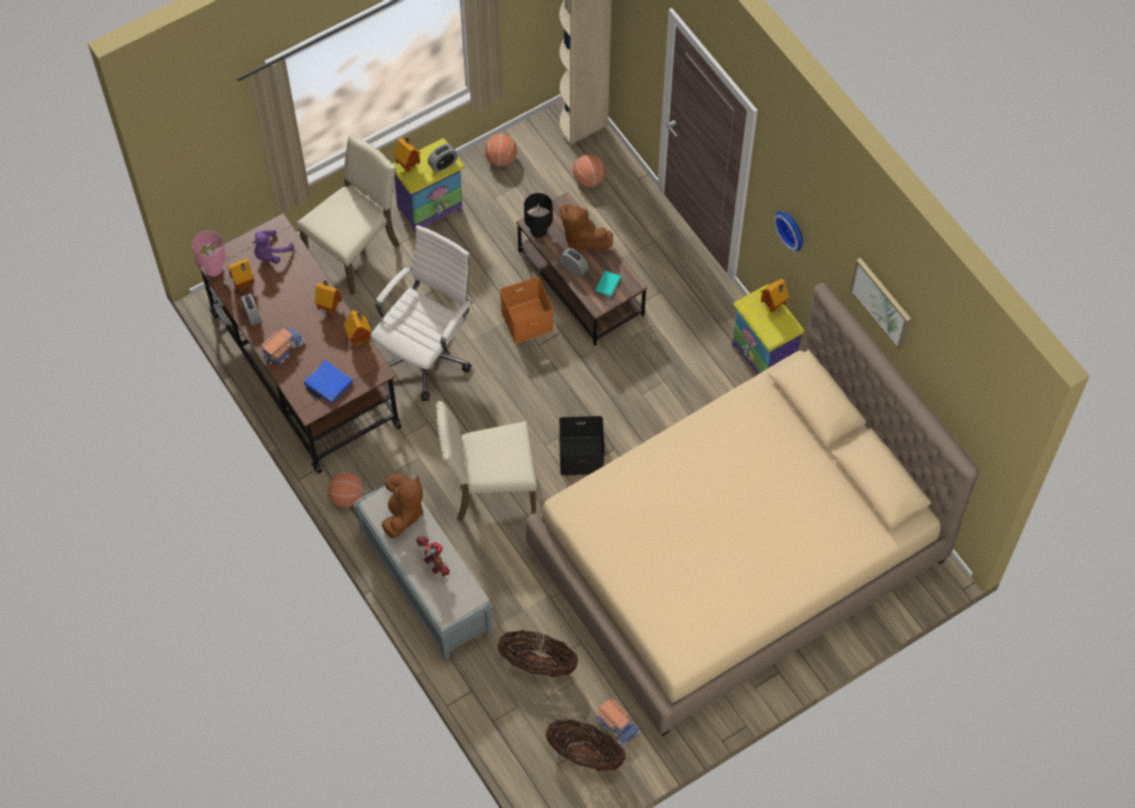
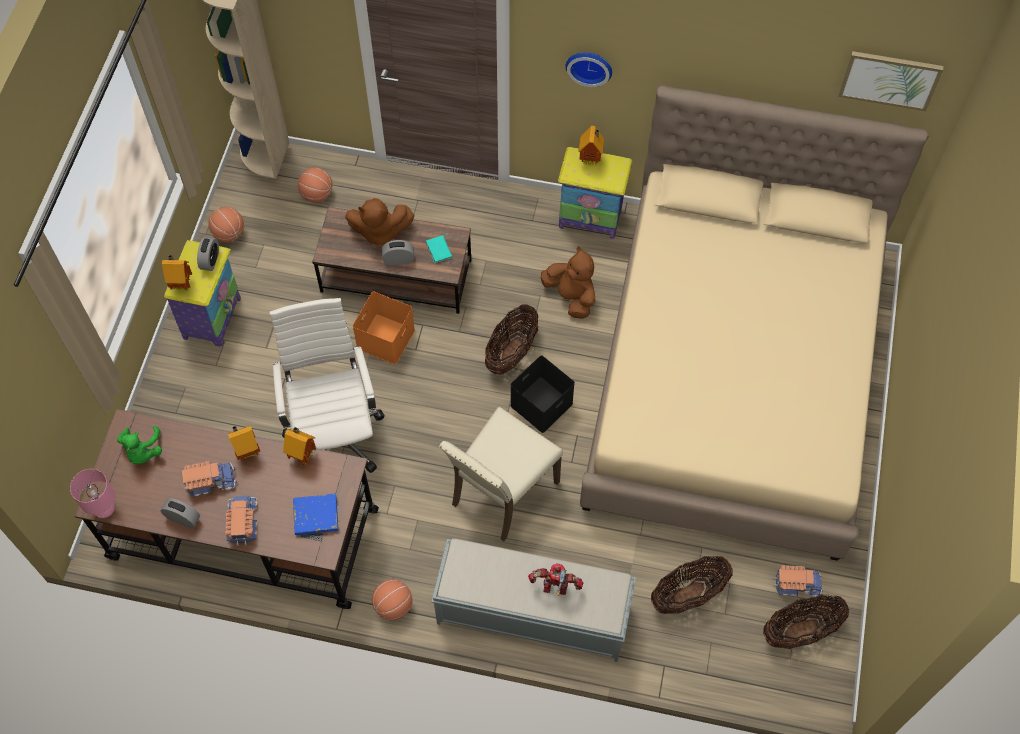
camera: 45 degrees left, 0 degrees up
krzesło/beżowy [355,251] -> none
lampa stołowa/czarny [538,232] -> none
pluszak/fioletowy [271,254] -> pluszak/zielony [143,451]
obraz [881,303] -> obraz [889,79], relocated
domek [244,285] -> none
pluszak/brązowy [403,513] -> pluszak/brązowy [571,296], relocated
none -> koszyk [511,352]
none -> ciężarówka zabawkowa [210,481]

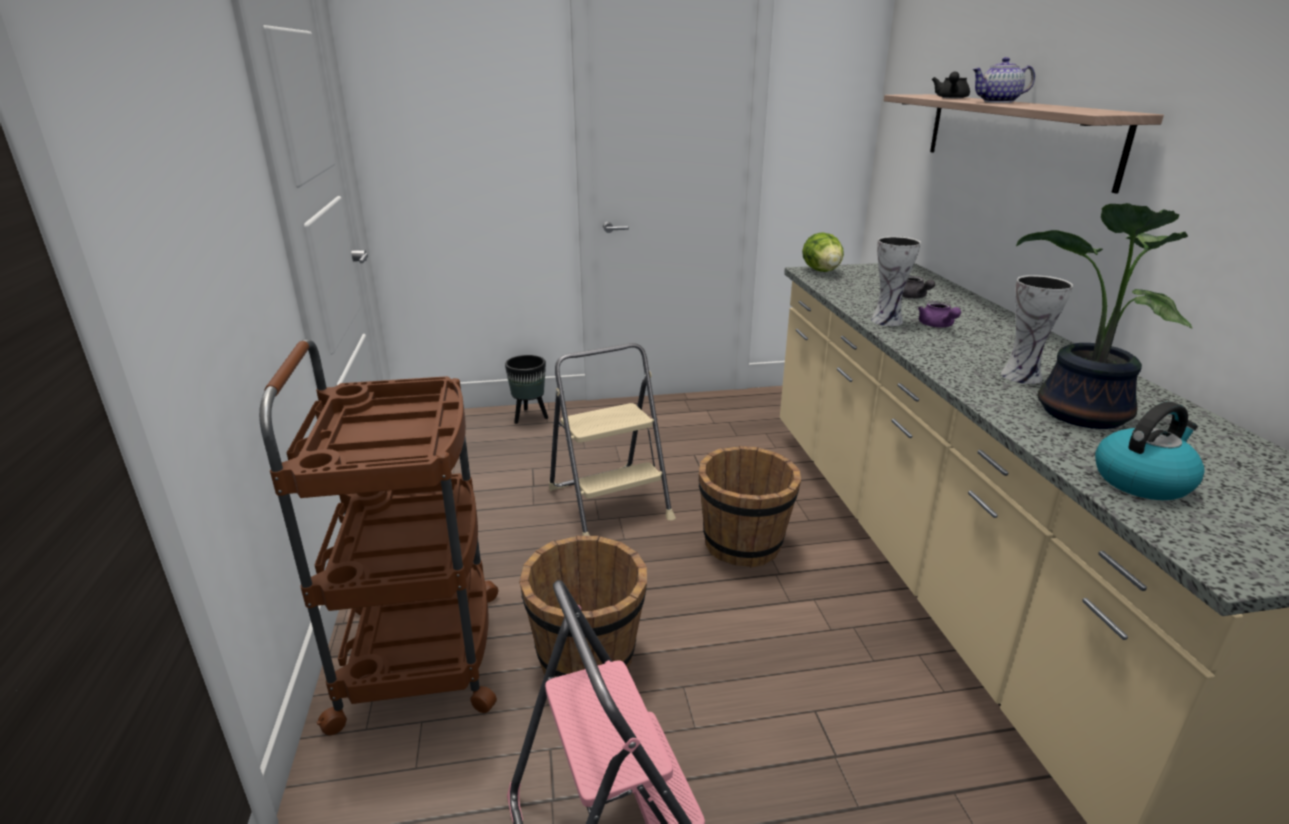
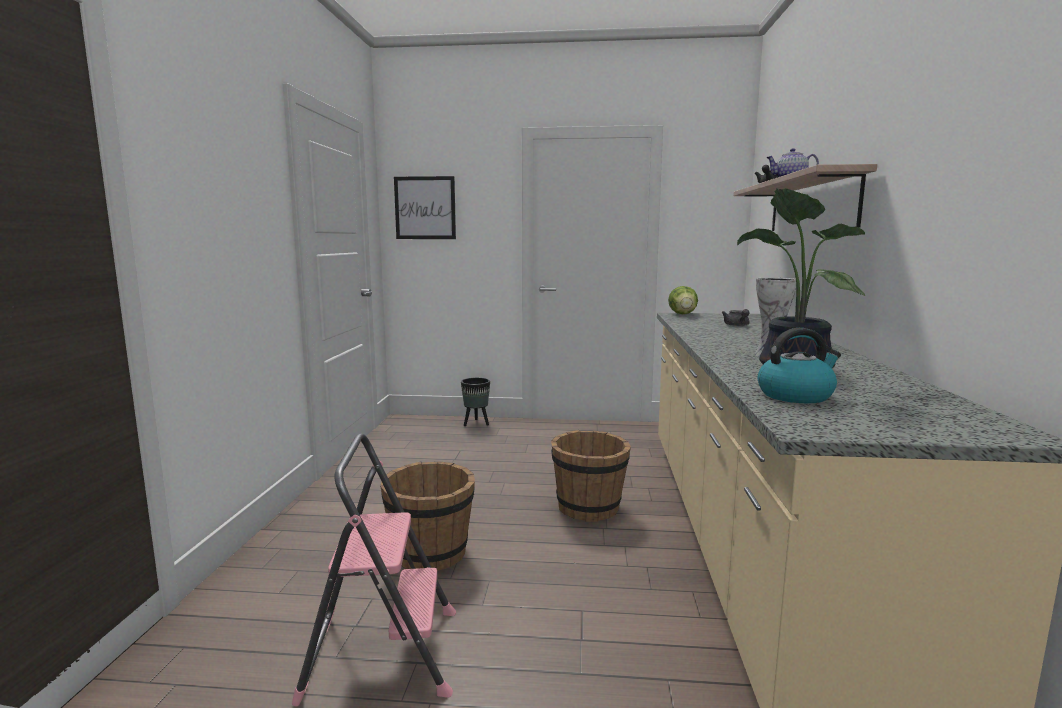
camera: 15 degrees right, 15 degrees down
wazon [888,320] -> none
imbryk/fioletowy [937,326] -> none
wózek/brązowy [421,656] -> none
drabinka/beżowy [608,500] -> none
none -> obraz [425,208]

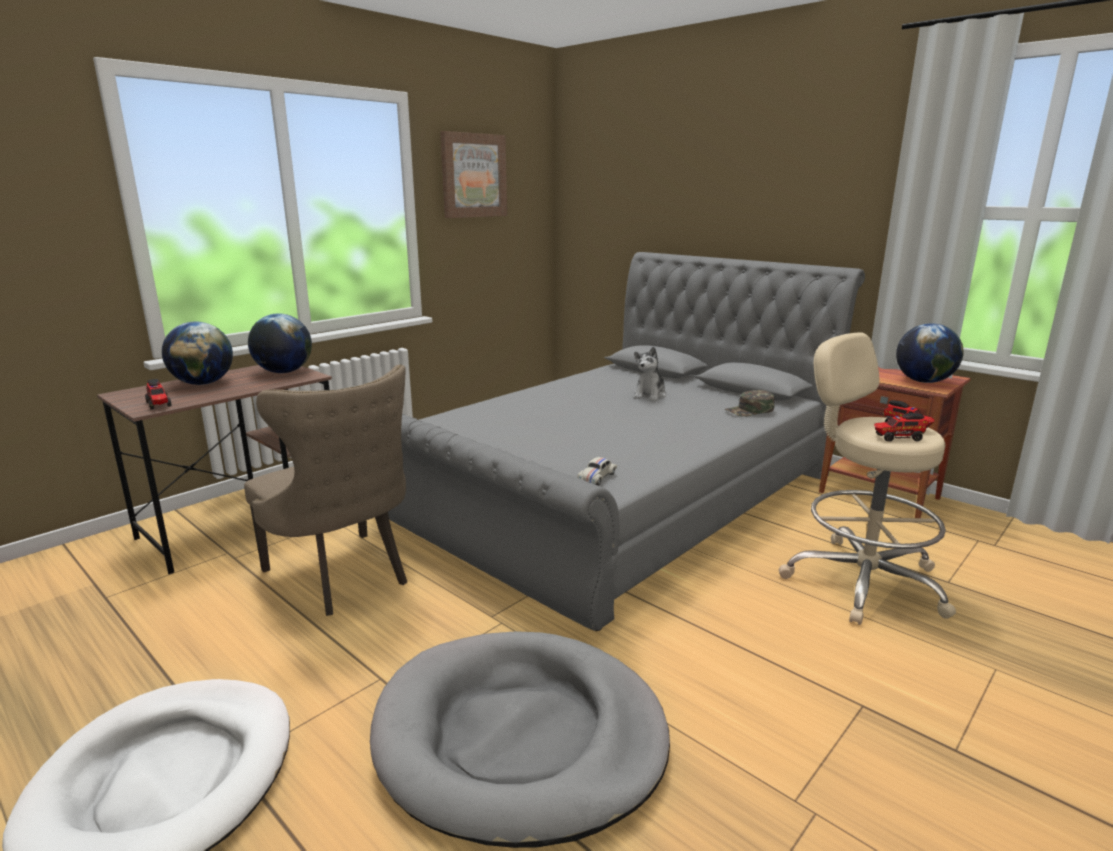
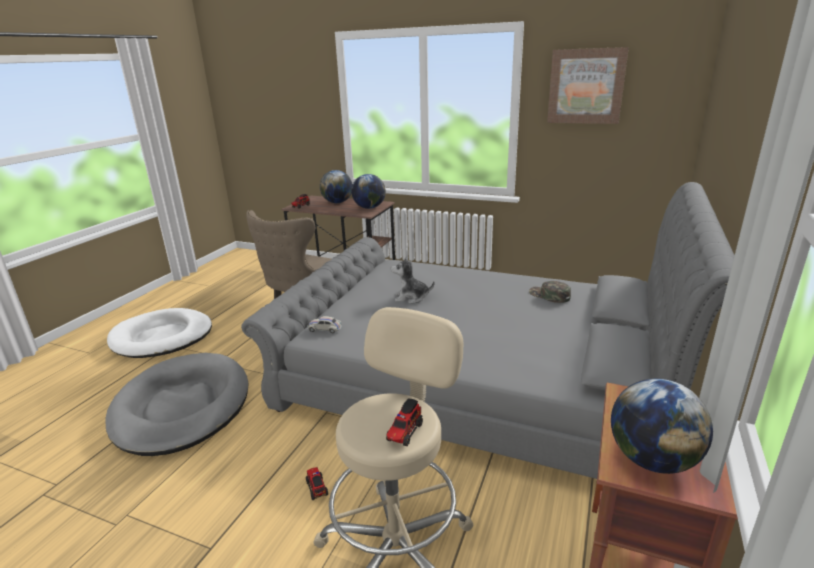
camera: 70 degrees right, 5 degrees up
pluszak [650,395] -> pluszak [411,297], relocated
czapka z daszkiem/zielony [750,410] -> czapka z daszkiem/zielony [549,295], relocated
ciężarówka zabawkowa [897,438] -> ciężarówka zabawkowa [316,488], relocated

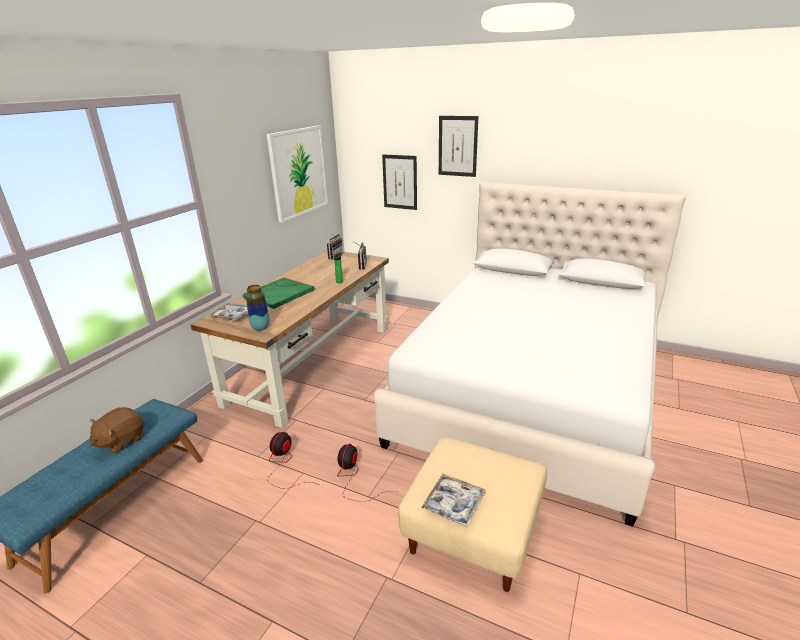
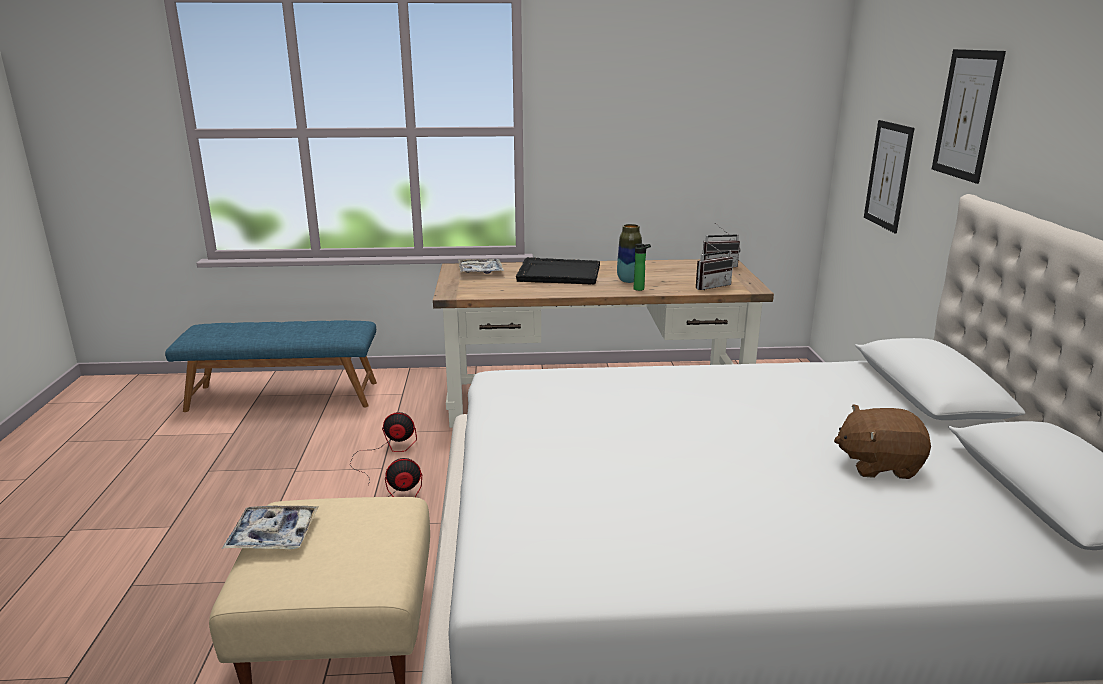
camera: 60 degrees right, 5 degrees down
obraz [298,172] -> none
taca/zielony [278,294] -> taca/czarny [558,273]
wazon [260,328] -> wazon [628,280], relocated
pluszak/brązowy [121,441] -> pluszak/brązowy [878,465], relocated

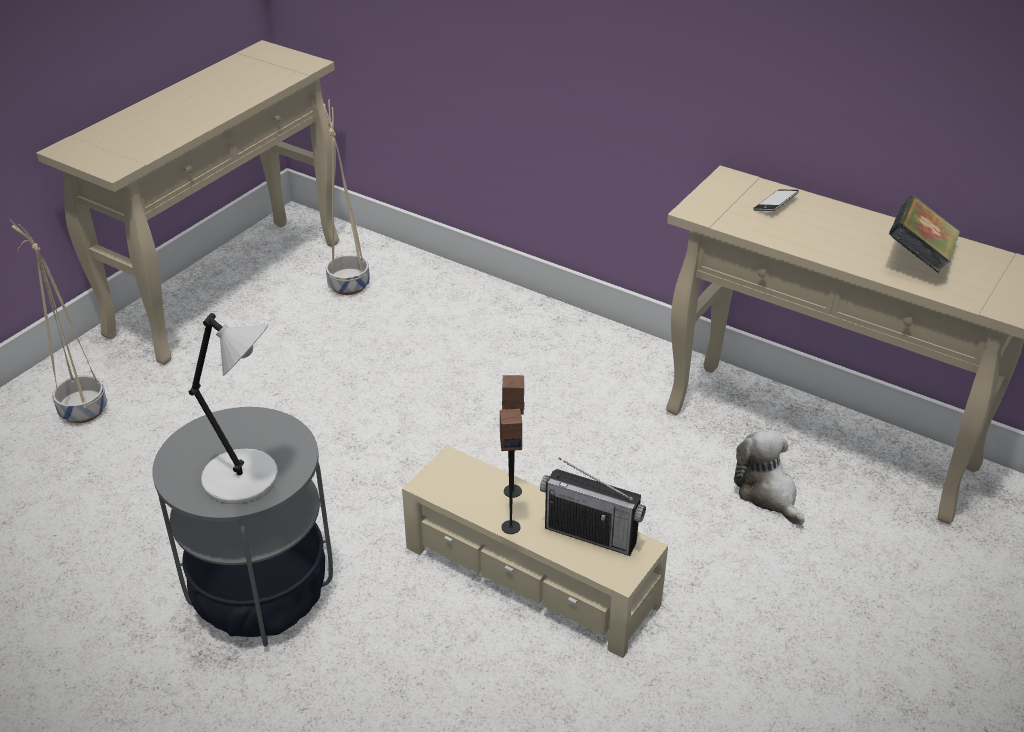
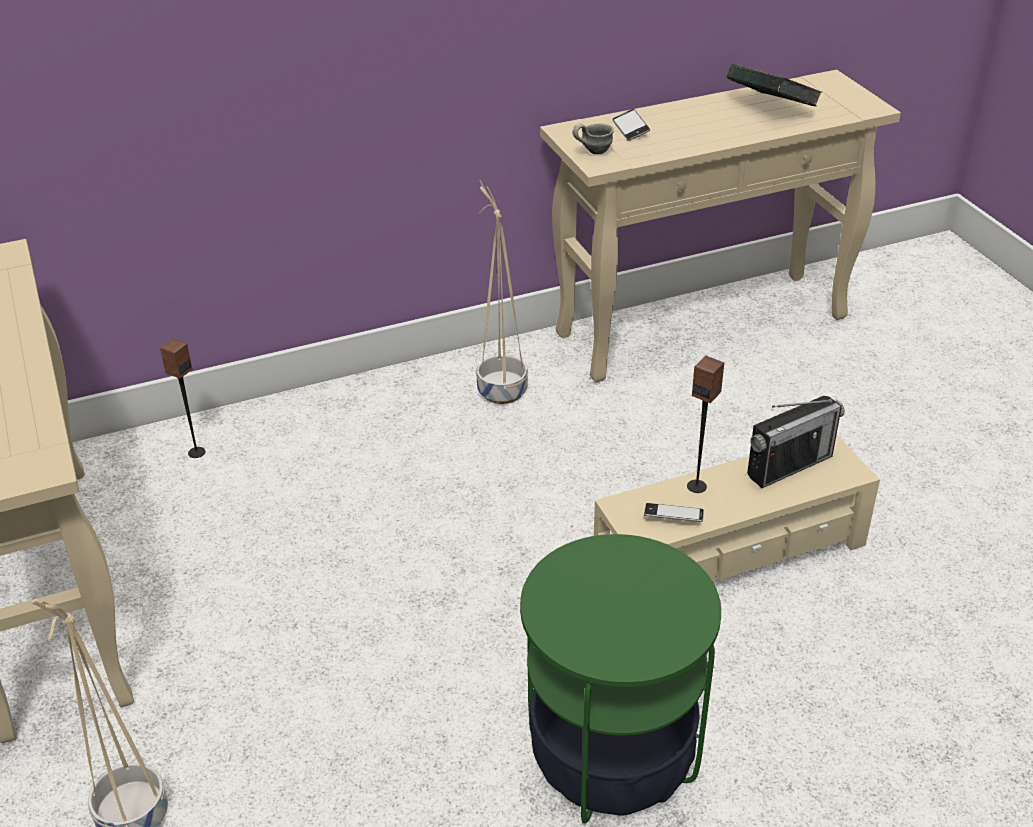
camera: 55 degrees left, 0 degrees up
donica/beżowy [348,284] -> donica/beżowy [500,391], relocated
lampa stołowa/szary [245,478] -> none
stolik/szary [262,597] -> stolik/zielony [611,760]
głośnik [510,527] -> głośnik [196,452], relocated
pluszak [767,493] -> none
none -> kubek/szary [593,151]
none -> telefon [673,516]

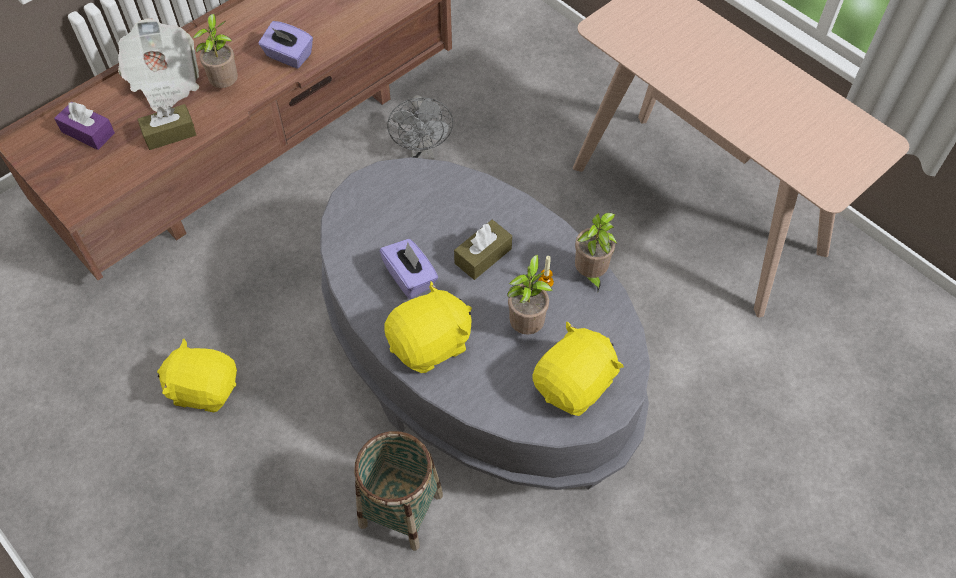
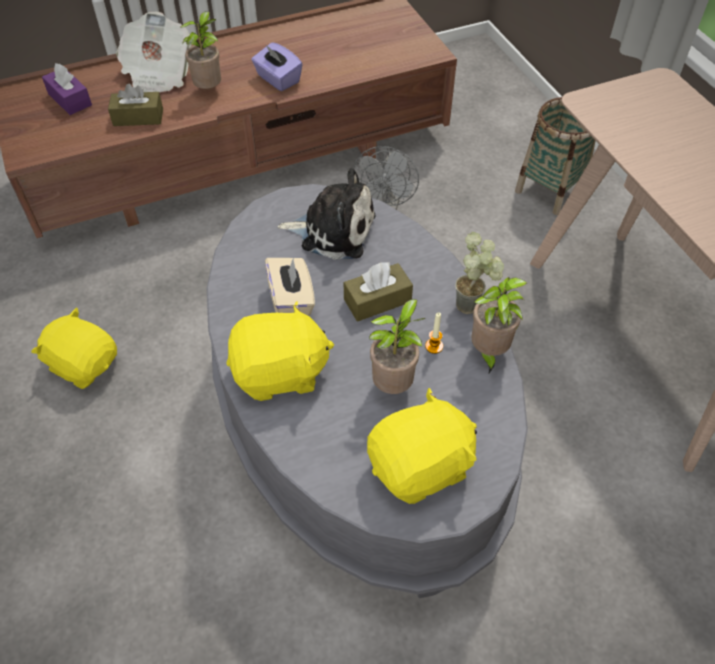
camera: 20 degrees right, 5 degrees down
pudełko chusteczek/fioletowy [410,277] -> pudełko chusteczek/beżowy [291,300]
koszyk [401,509] -> koszyk [550,190], relocated
none -> pluszak [333,230]
none -> roślina doniczkowa [474,305]

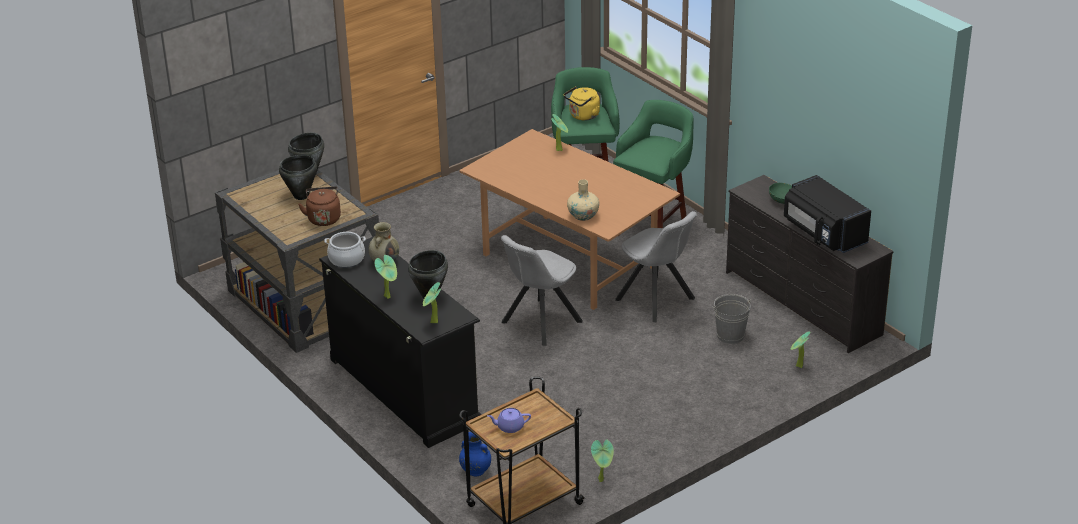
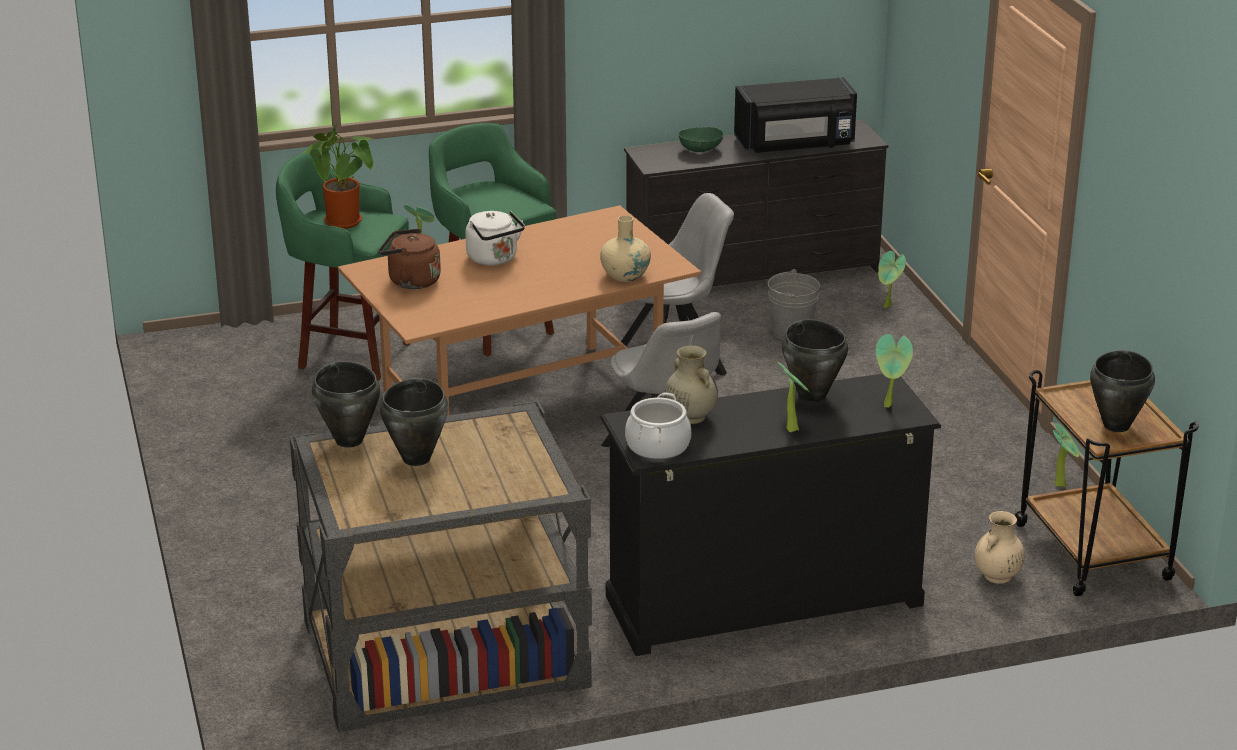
camera: 70 degrees left, 5 degrees down
czajnik/żółty [583,116] -> roślina doniczkowa [346,223]
czajnik/brązowy [323,218] -> czajnik/brązowy [410,281], relocated
imbryk/fioletowy [509,427] -> garnek/czarny [1117,425]
wazon/niebieski [475,470] -> wazon/beżowy [997,576]
none -> czajnik/biały [494,259]

